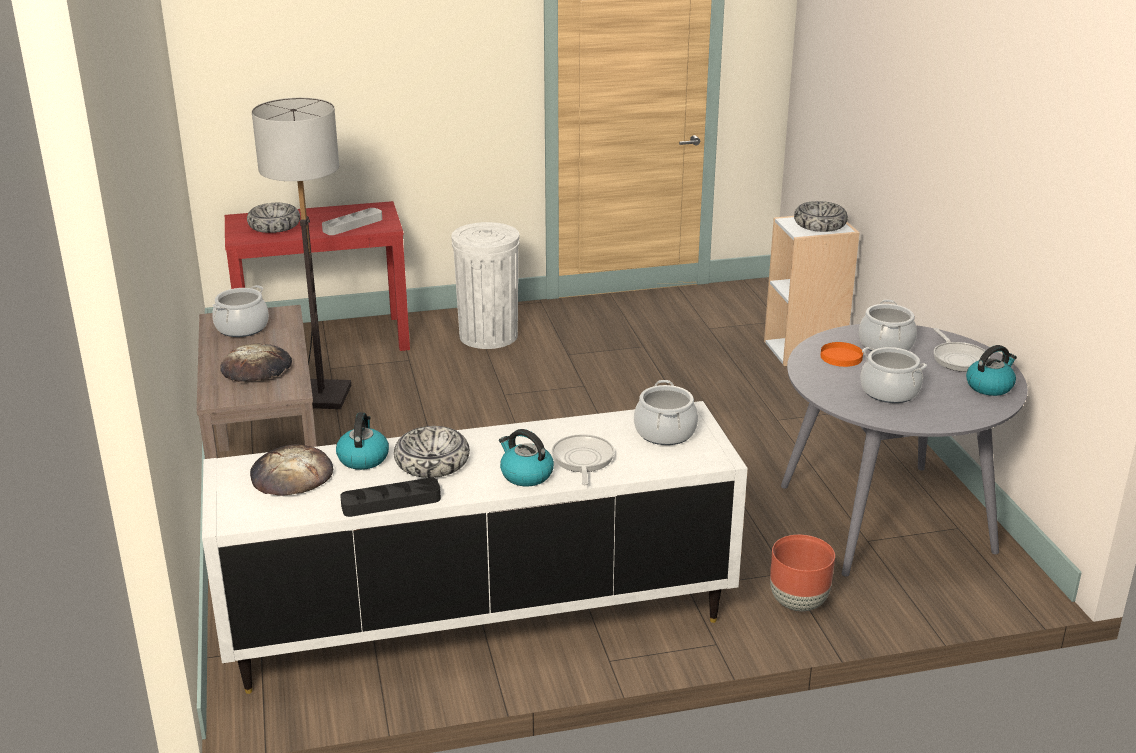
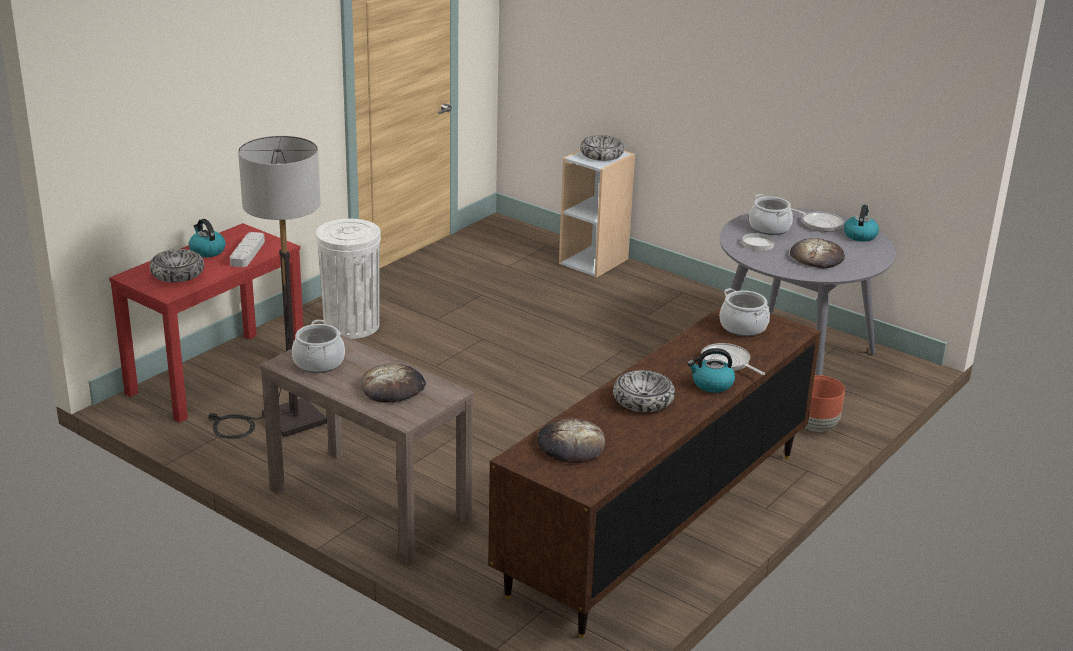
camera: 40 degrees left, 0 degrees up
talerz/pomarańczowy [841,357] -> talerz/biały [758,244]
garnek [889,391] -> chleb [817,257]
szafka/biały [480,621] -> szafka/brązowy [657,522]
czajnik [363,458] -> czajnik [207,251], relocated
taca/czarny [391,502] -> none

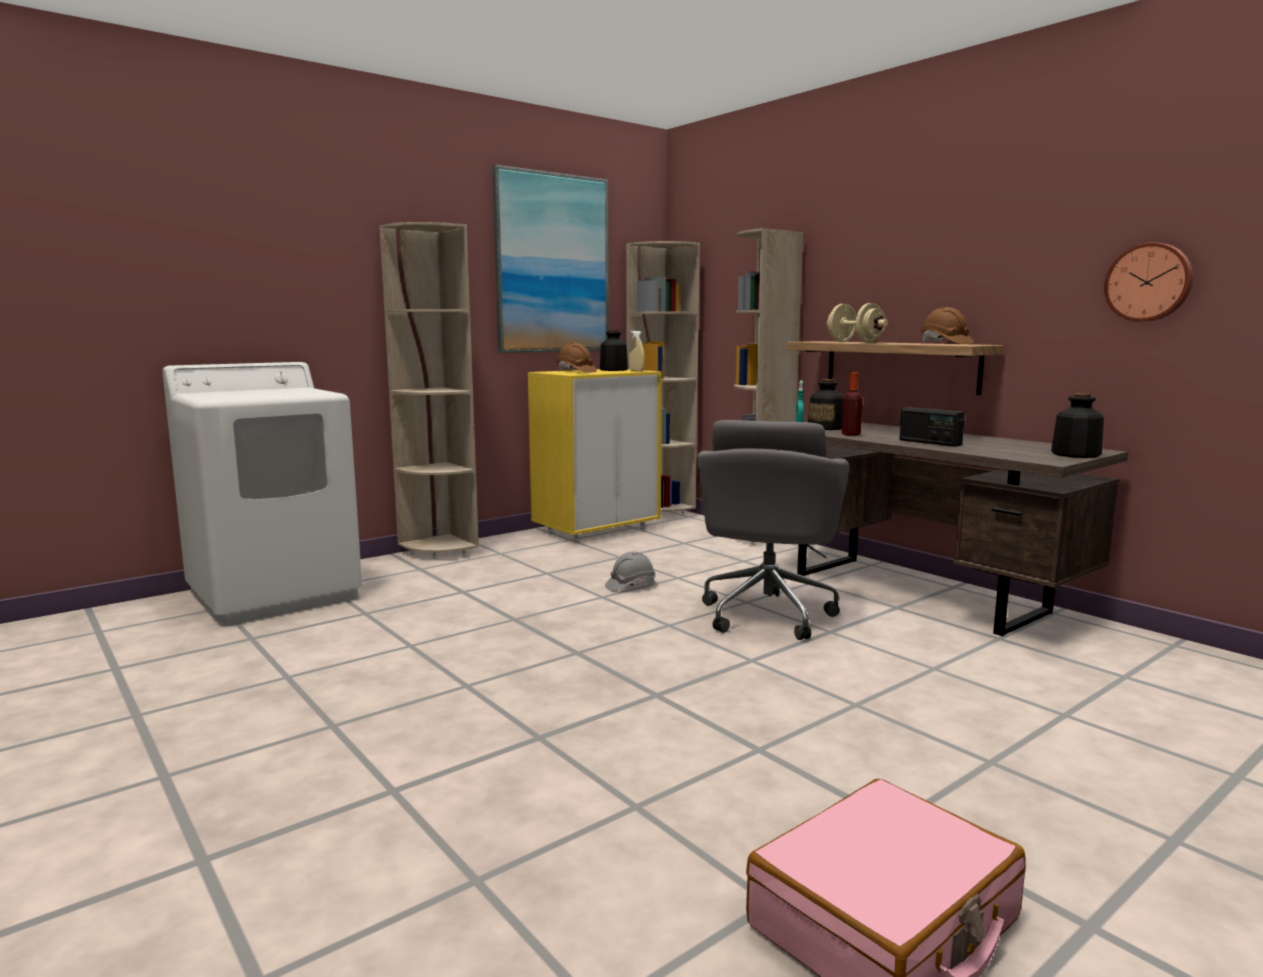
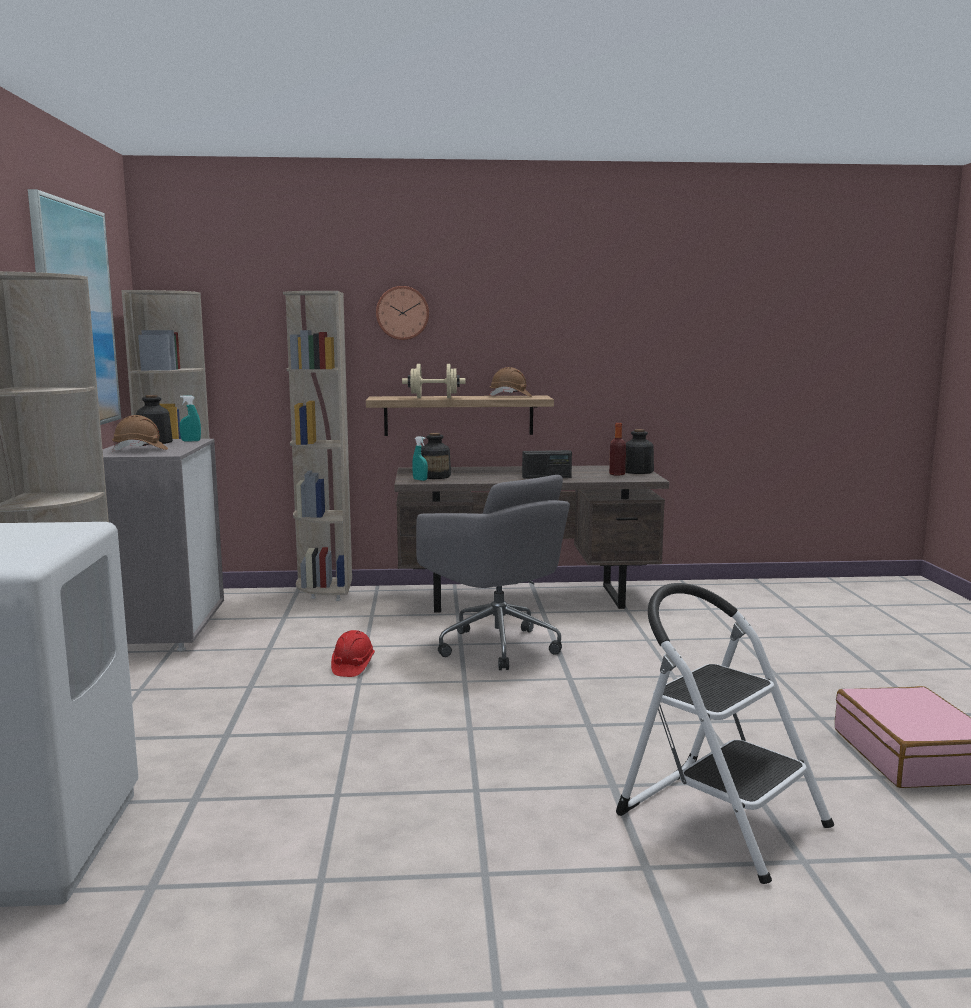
camera: 55 degrees left, 0 degrees up
zegar ścienny [1149,282] -> zegar ścienny [402,313], relocated
spryskiwacz/beżowy [636,371] -> spryskiwacz/turkusowy [191,441]
szafka/żółty [597,529] -> szafka/szary [166,632]
butelka [851,434] -> butelka [617,474], relocated
kask/szary [630,586] -> kask/czerwony [352,667]
none -> drabinka [717,818]

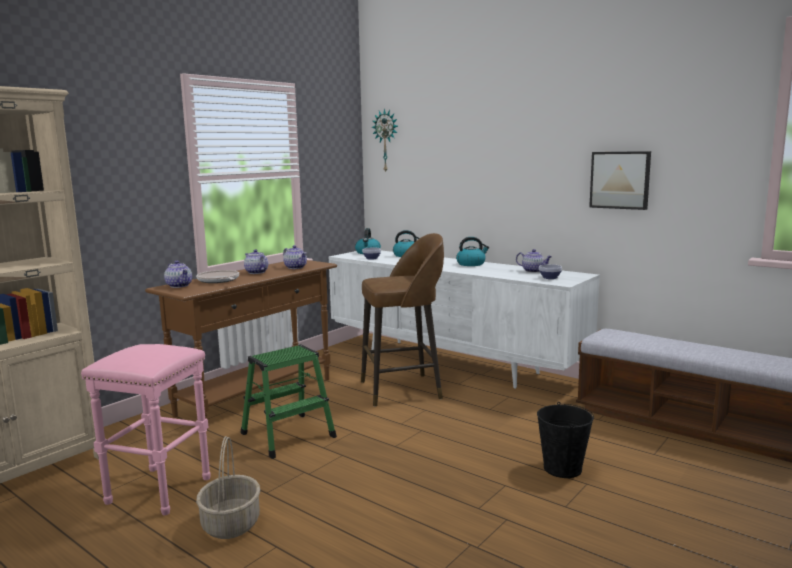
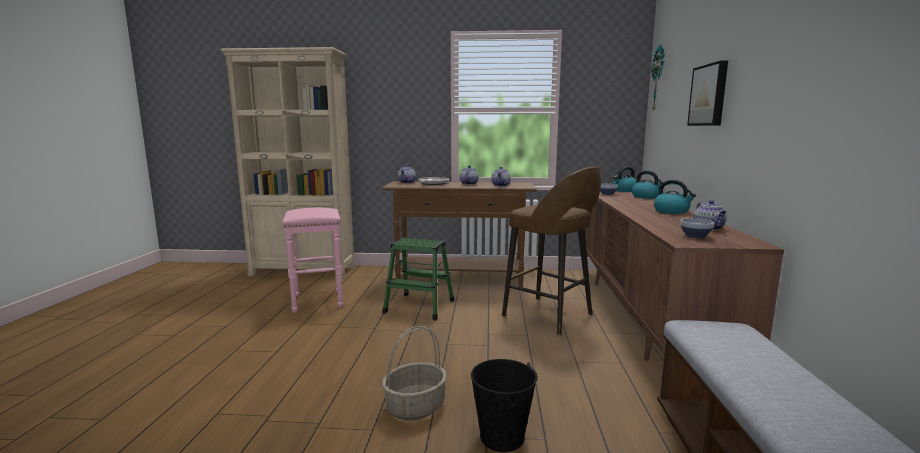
camera: 55 degrees right, 0 degrees up
obraz [620,180] -> obraz [709,95], relocated
szafka/biały [452,363] -> szafka/brązowy [643,316]
koszyk [230,524] -> koszyk [415,406], relocated

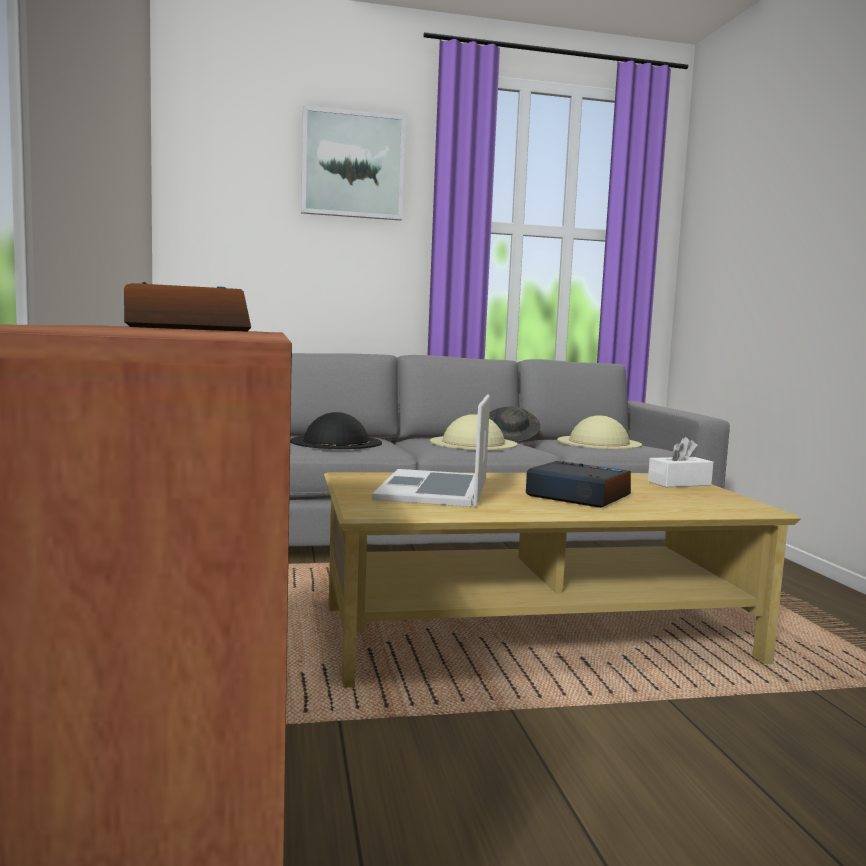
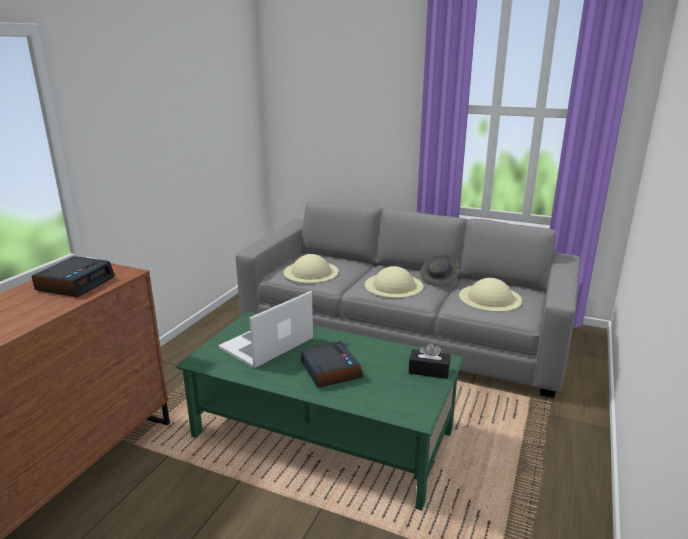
camera: 35 degrees right, 15 degrees up
obraz [353,165] -> none
kapelusz/czarny [336,442] -> kapelusz/beżowy [311,272]
pudełko chusteczek/biały [679,483] -> pudełko chusteczek/czarny [429,370]
ława/beżowy [536,632] -> ława/zielony [325,433]

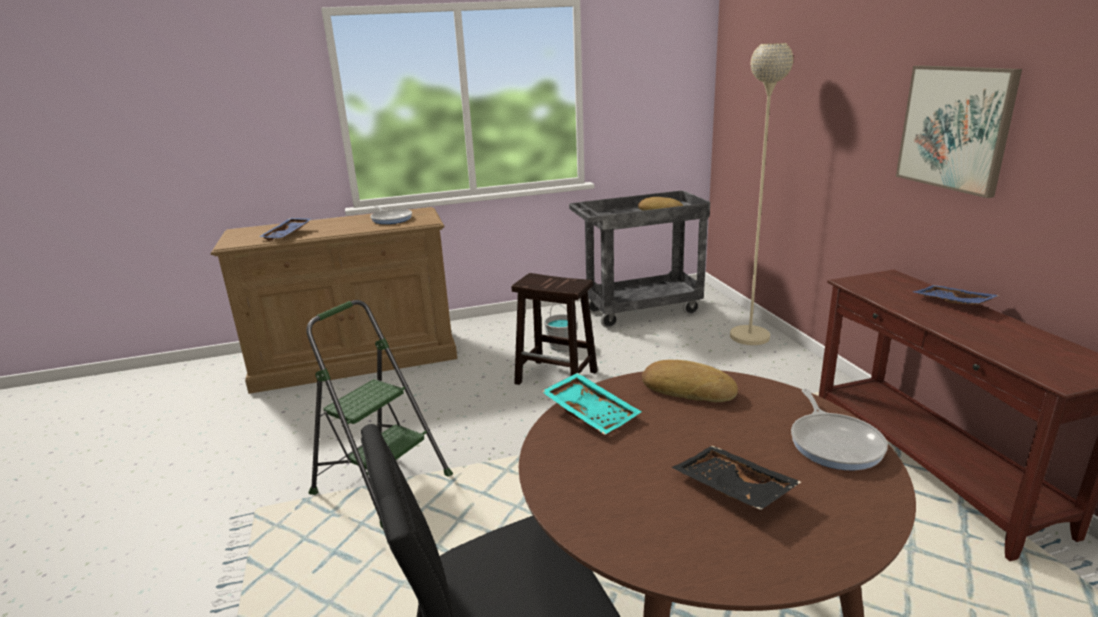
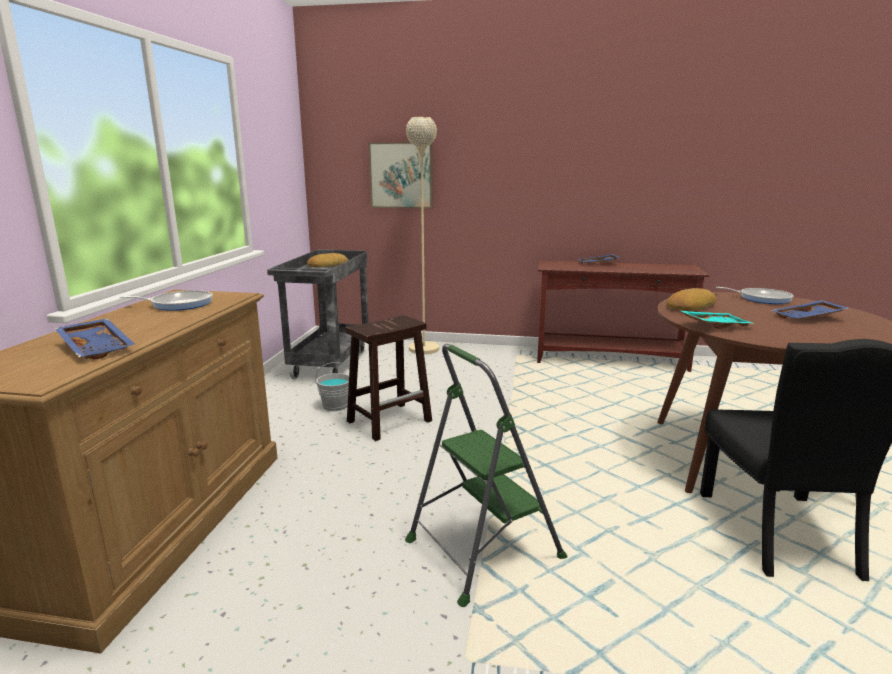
camera: 65 degrees left, 5 degrees down
obraz [955,128] -> obraz [401,175], relocated
taca/czarny [731,489] -> taca/niebieski [808,318]

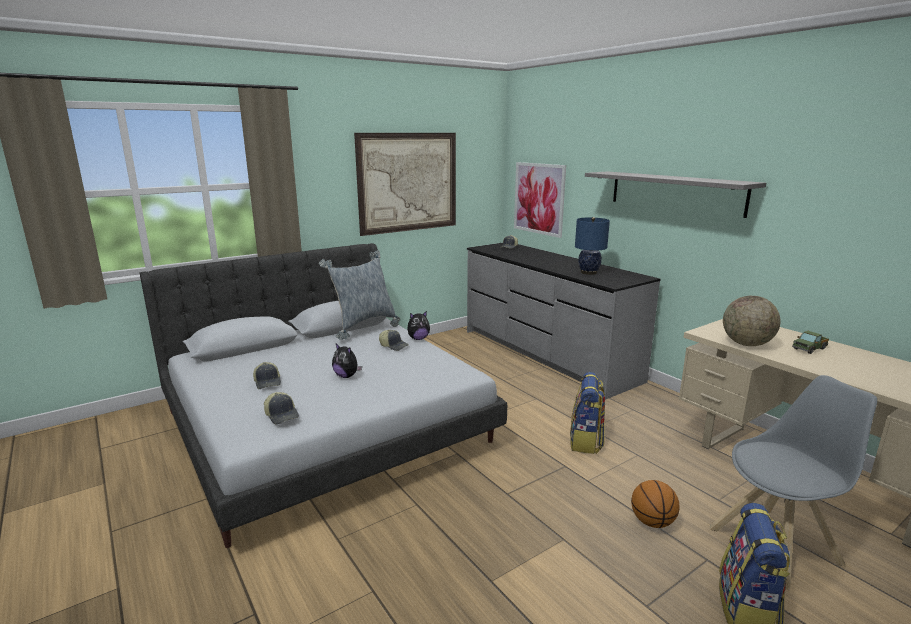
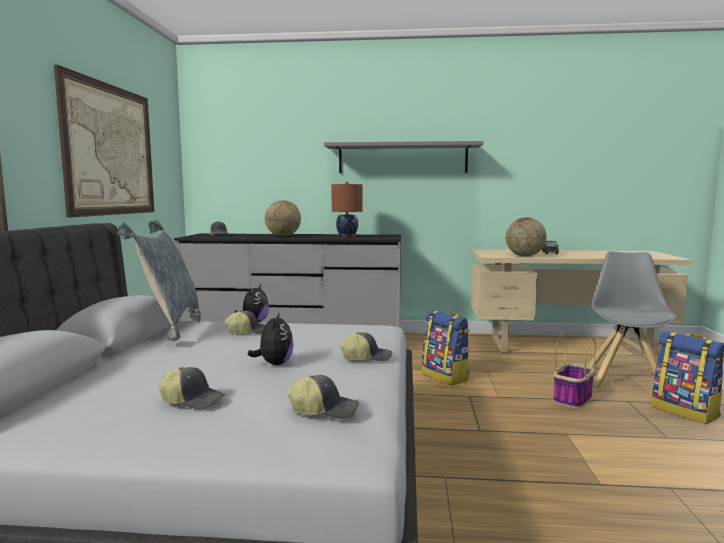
camera: 50 degrees left, 10 degrees down
obraz [539,198] -> none
lampa stołowa/niebieski [589,272] -> lampa stołowa/brązowy [347,236]
pluszak [347,376] -> pluszak [274,364], 75 degrees counterclockwise
piłka do koszykówki [652,522] -> koszyk [572,398]
none -> globus [283,236]
none -> czapka z daszkiem [366,357]

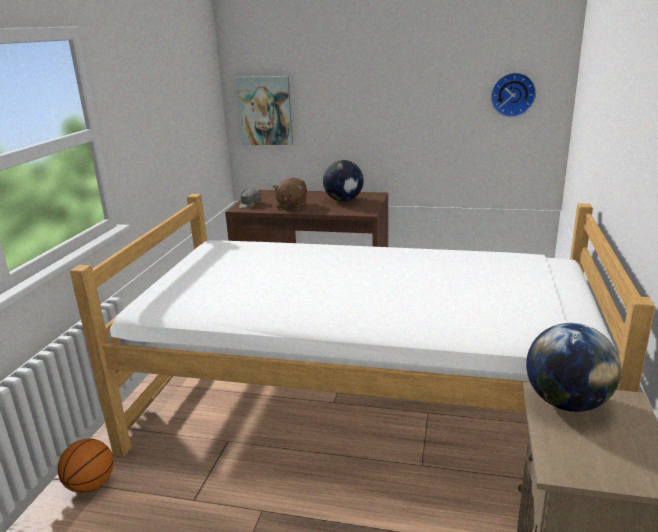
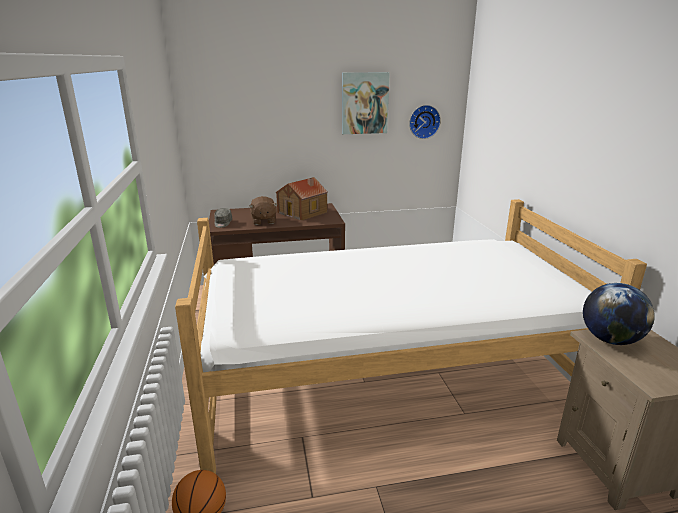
camera: 25 degrees left, 0 degrees up
obraz [265,110] -> obraz [364,103], relocated
globus [343,200] -> domek [303,212]

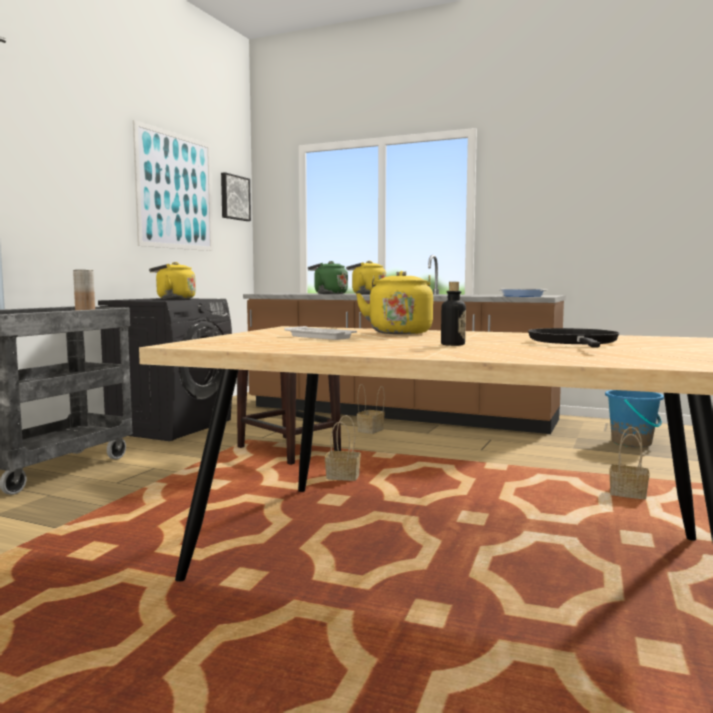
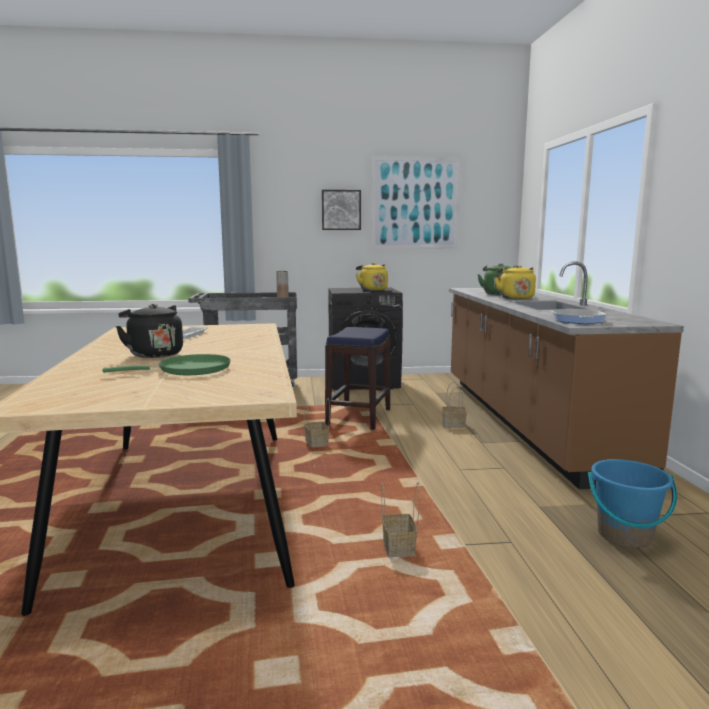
camera: 60 degrees right, 5 degrees up
obraz [234,197] -> obraz [341,210], relocated
czajnik/żółty [399,332] -> none
butelka [453,344] -> czajnik/czarny [154,354]
patelnia/czarny [574,342] -> patelnia/zielony [189,370]

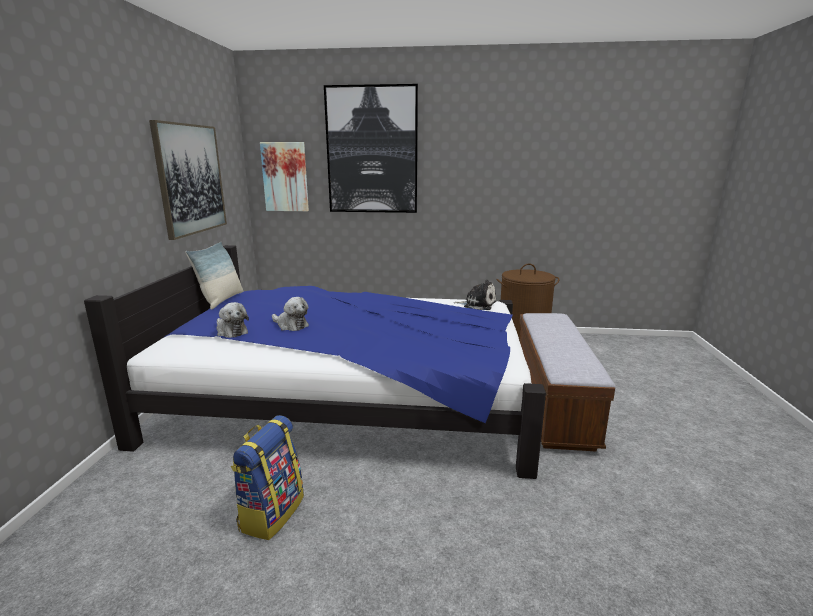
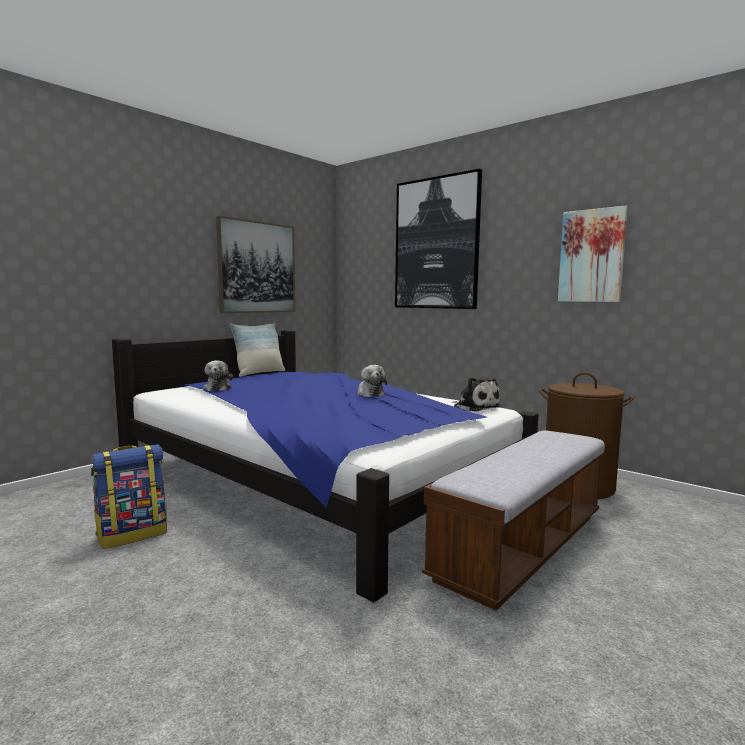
camera: 35 degrees right, 10 degrees down
obraz [285,177] -> obraz [591,256], relocated
pluszak [291,325] -> pluszak [370,394], relocated

